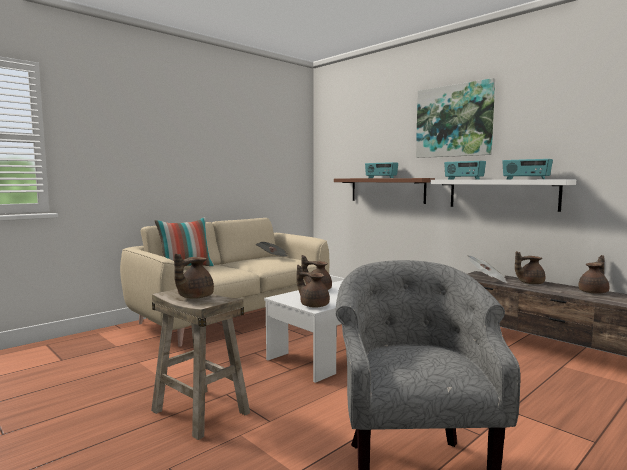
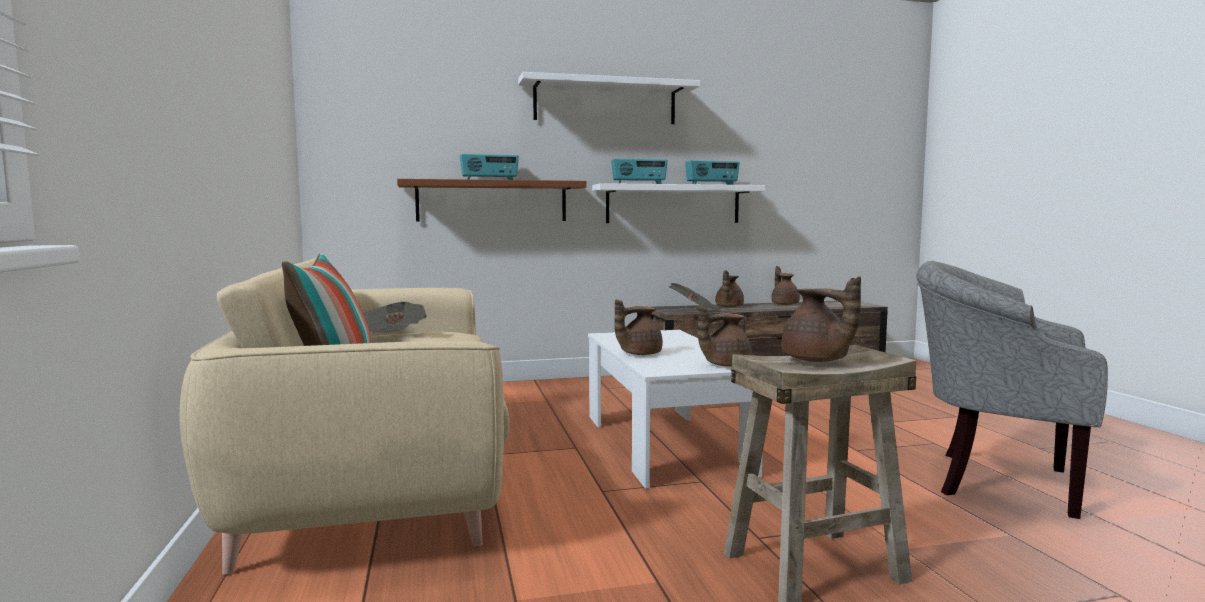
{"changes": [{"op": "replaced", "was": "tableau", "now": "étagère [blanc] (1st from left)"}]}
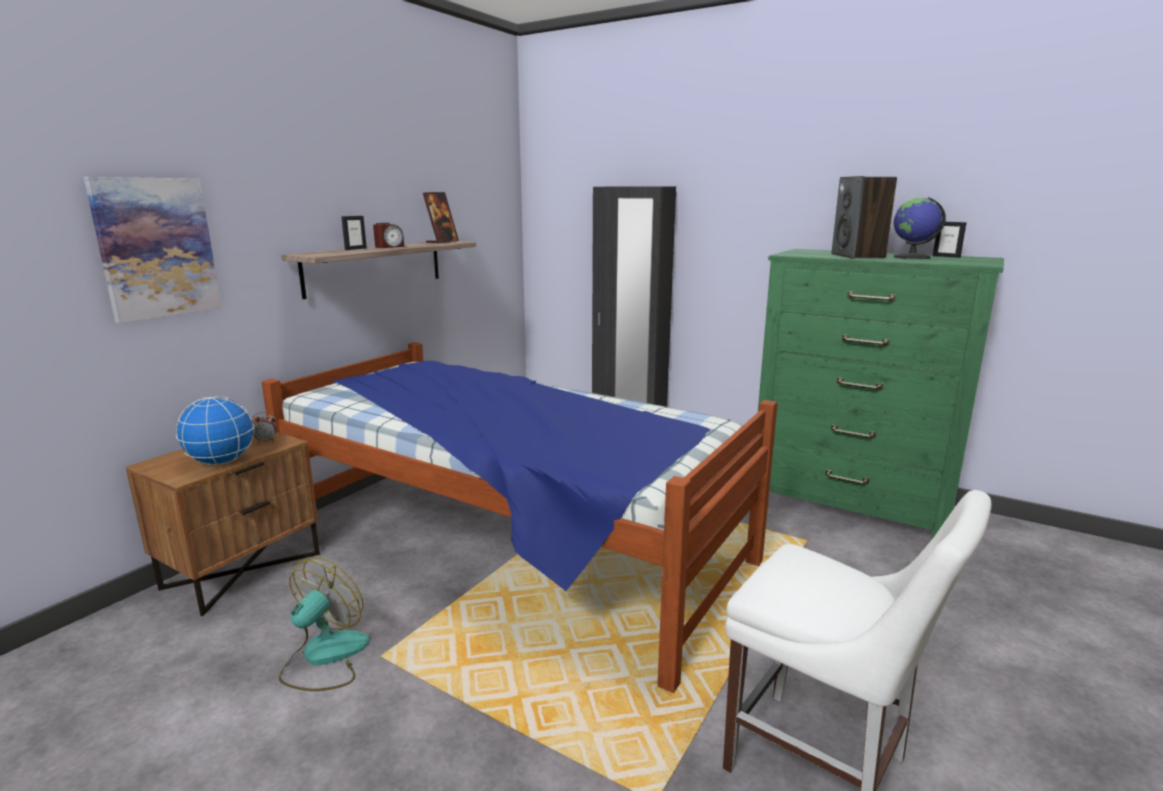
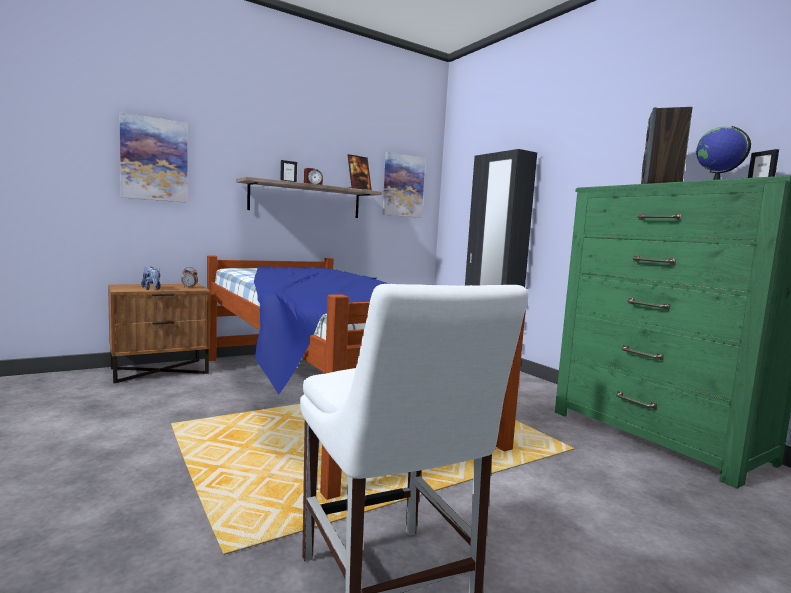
{"changes": [{"op": "replaced", "was": "globe (1st from left)", "now": "peluche"}, {"op": "added", "now": "tableau (2nd from left)"}, {"op": "removed", "was": "ventilateur"}]}
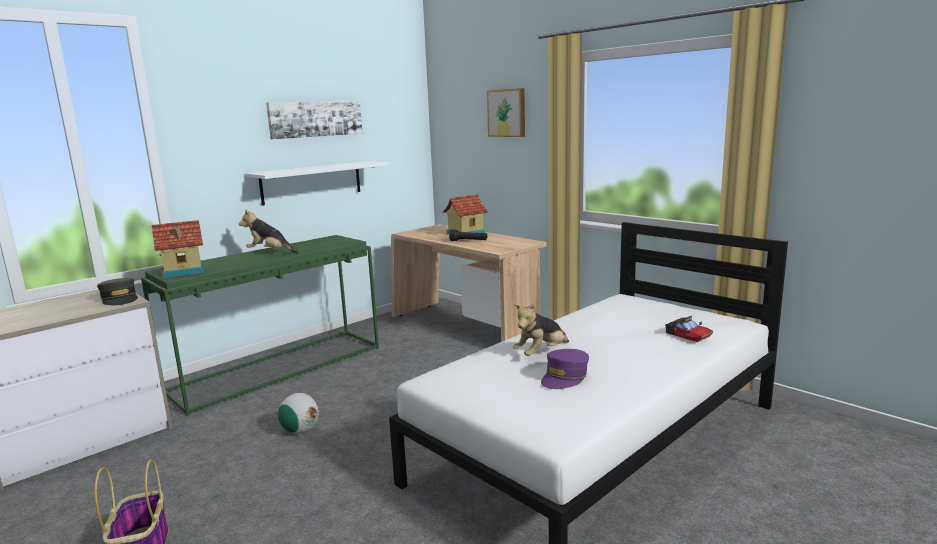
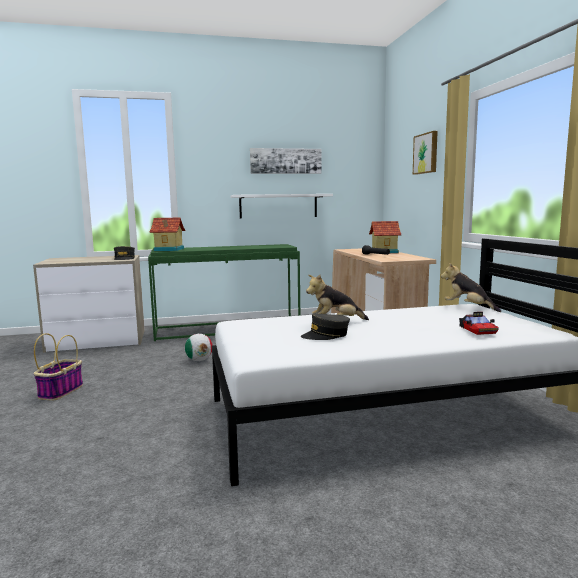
{"changes": [{"op": "recoloured", "was": "casquette [violet]", "now": "casquette [gris] (2nd from left)"}, {"op": "moved", "was": "peluche (1st from left in the first image)", "now": "peluche (2nd from left)"}]}
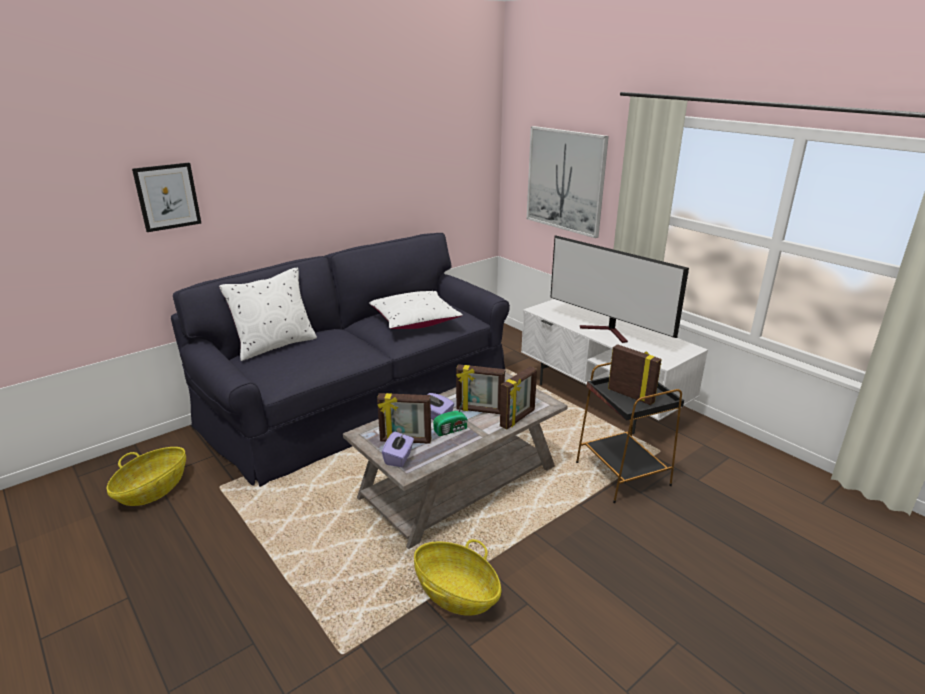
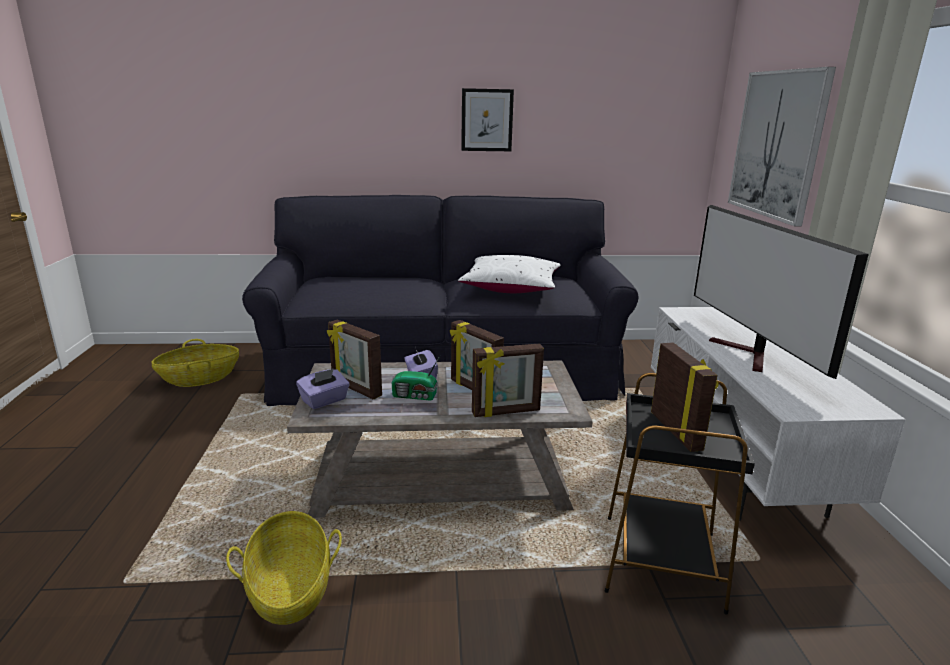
{"changes": [{"op": "moved", "was": "tableau (1st from left)"}, {"op": "removed", "was": "coussin [blanc] (1st from left)"}]}
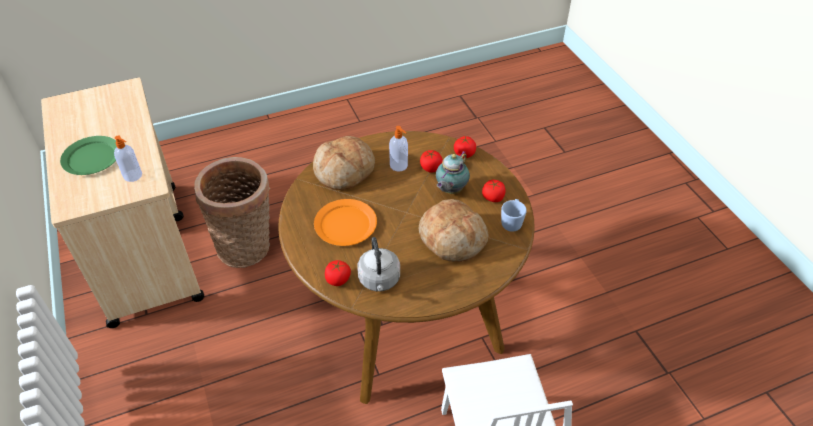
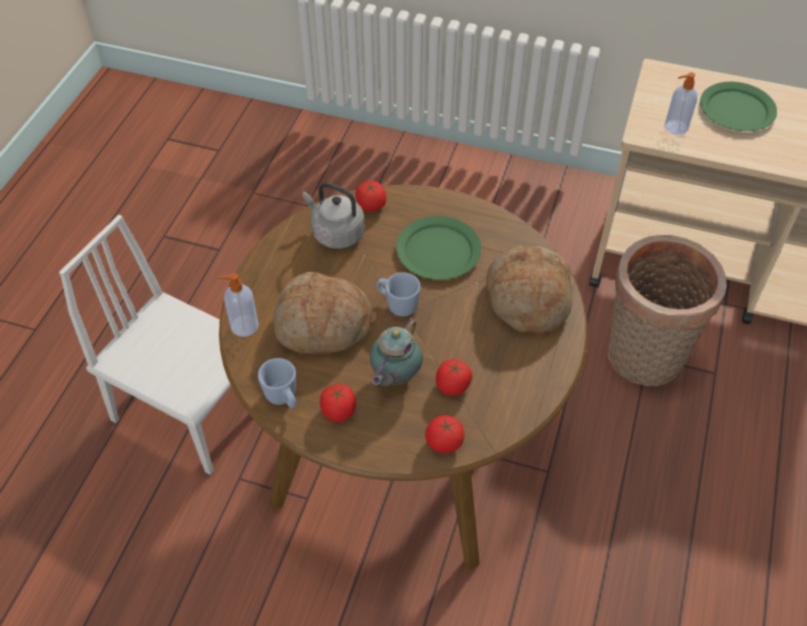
{"changes": [{"op": "moved", "was": "distributeur de savon (2nd from left in the first image)", "now": "distributeur de savon (1st from left)"}, {"op": "turned", "was": "théière", "clockwise": -135}, {"op": "added", "now": "mug [bleu] (2nd from left)"}, {"op": "recoloured", "was": "assiette [orange]", "now": "assiette [vert] (1st from left)"}]}
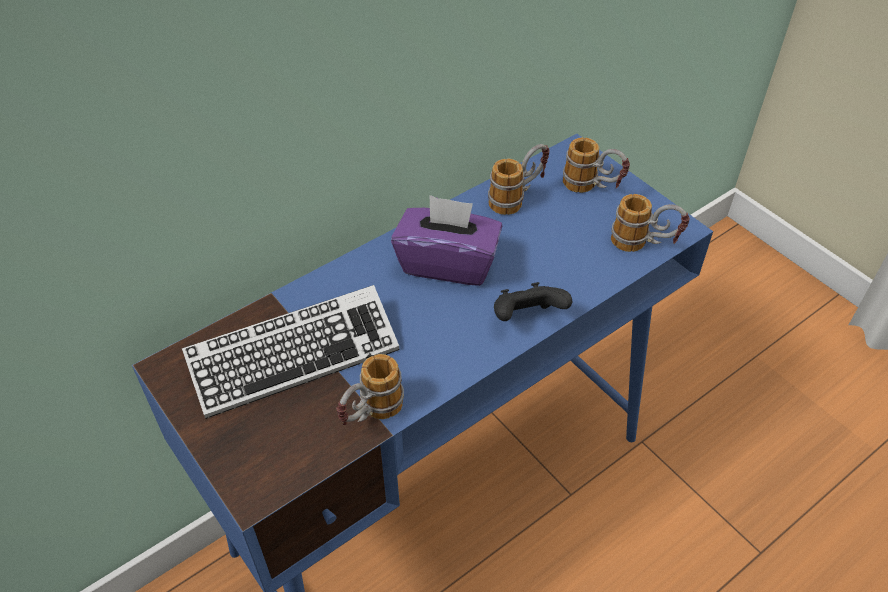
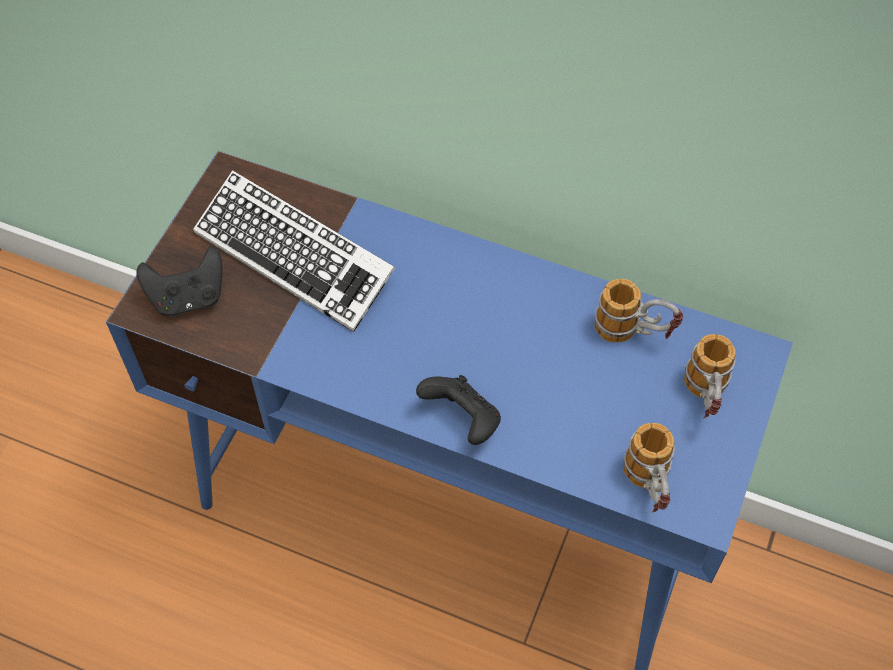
{"changes": [{"op": "added", "now": "manette [noir] (1st from left)"}, {"op": "removed", "was": "mug (1st from left)"}, {"op": "removed", "was": "boîte à mouchoirs [violet]"}]}
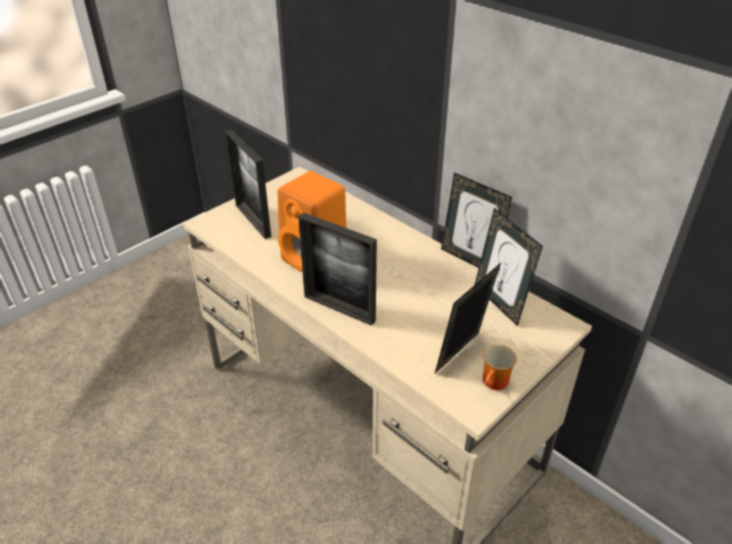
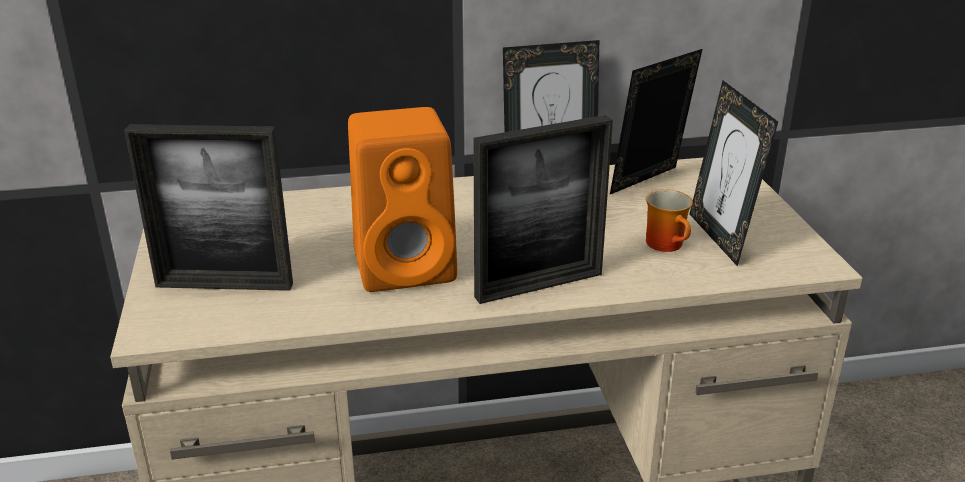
{"changes": [{"op": "turned", "was": "cadre photo (5th from left in the first image)", "clockwise": 135}, {"op": "moved", "was": "mug"}]}
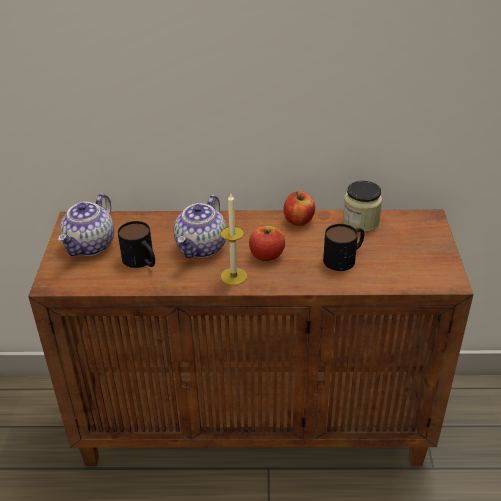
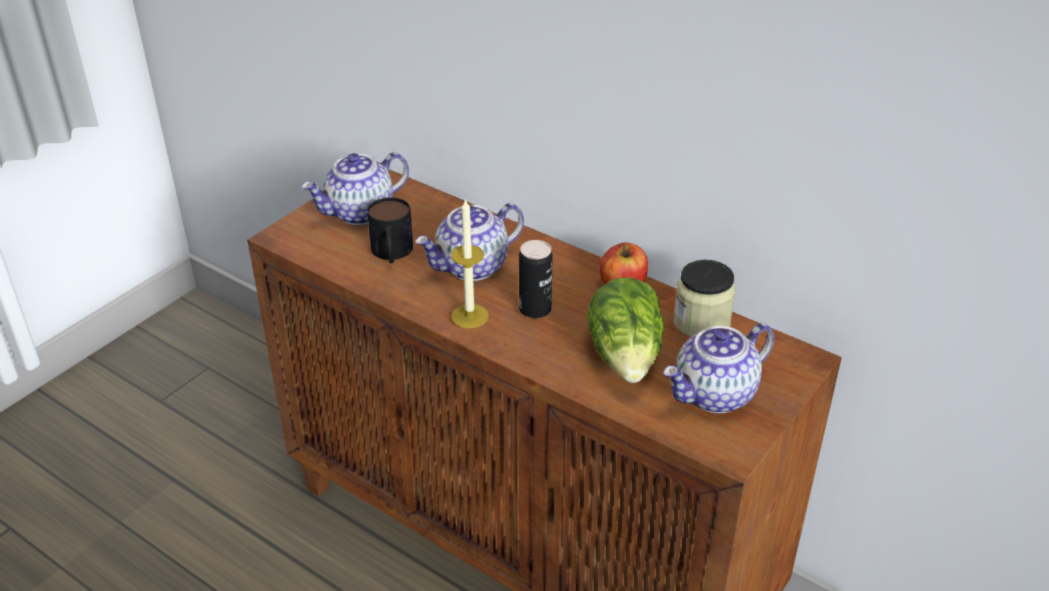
{"changes": [{"op": "replaced", "was": "pomme (1st from left)", "now": "boîte métallique"}, {"op": "replaced", "was": "mug (2nd from left)", "now": "laitue"}, {"op": "added", "now": "théière (3rd from left)"}]}
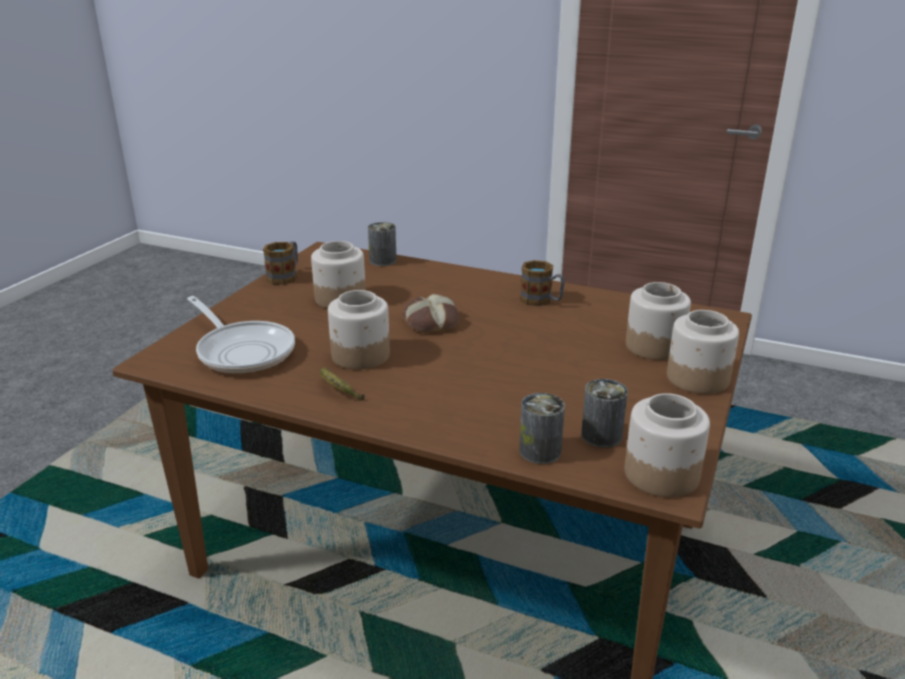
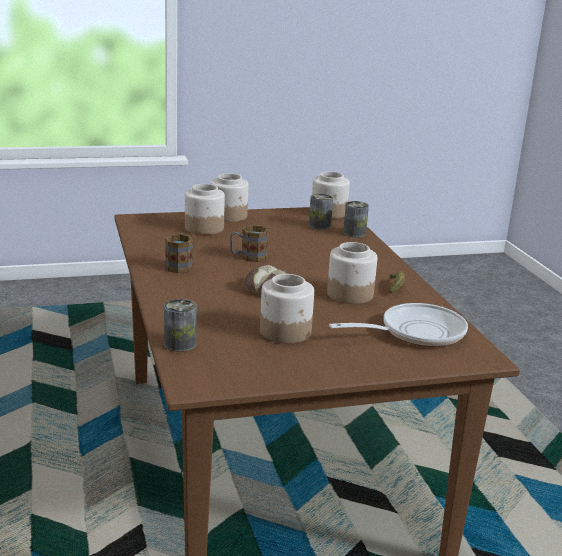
{"changes": [{"op": "moved", "was": "mug (1st from left in the first image)", "now": "mug (2nd from left)"}, {"op": "turned", "was": "poêle", "clockwise": 60}]}
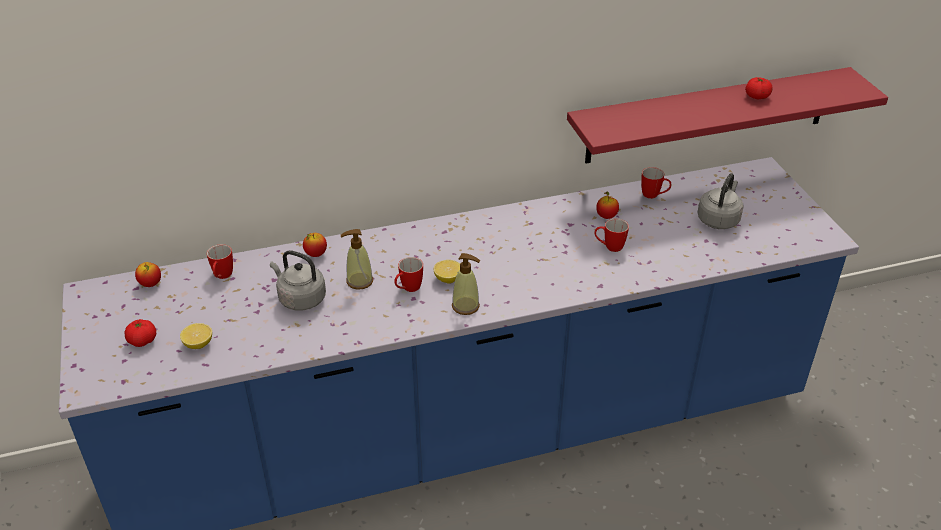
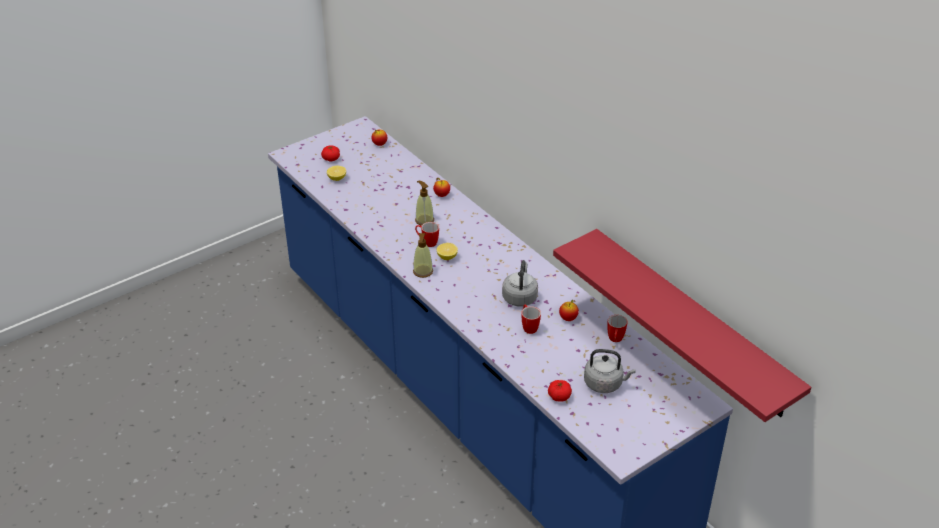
{"changes": [{"op": "moved", "was": "bouilloire [gris] (1st from left)"}, {"op": "moved", "was": "tomate (2nd from left)"}, {"op": "removed", "was": "mug (1st from left)"}]}
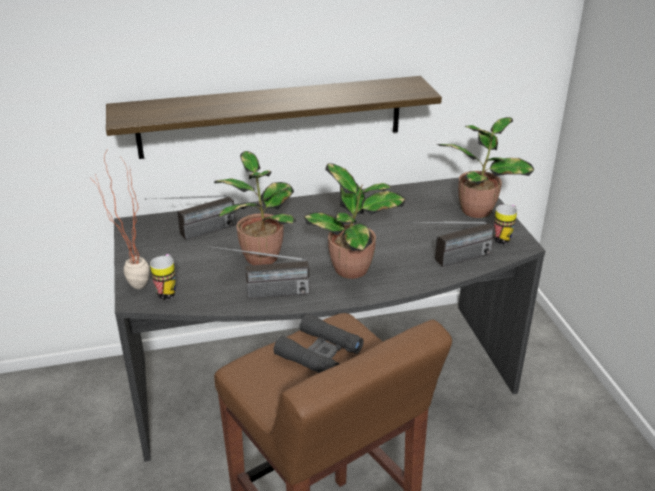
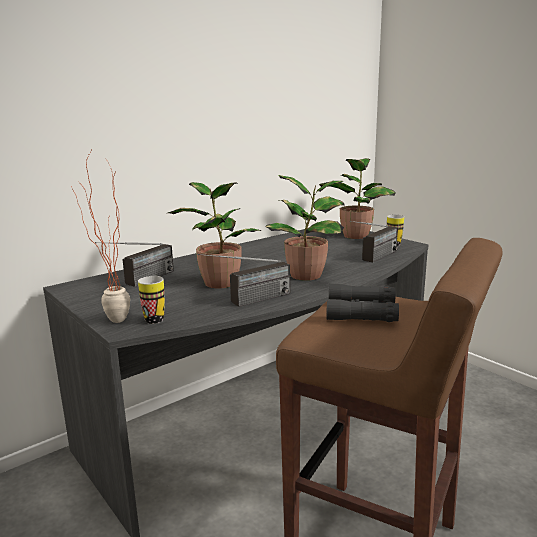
{"changes": [{"op": "removed", "was": "étagère"}]}
